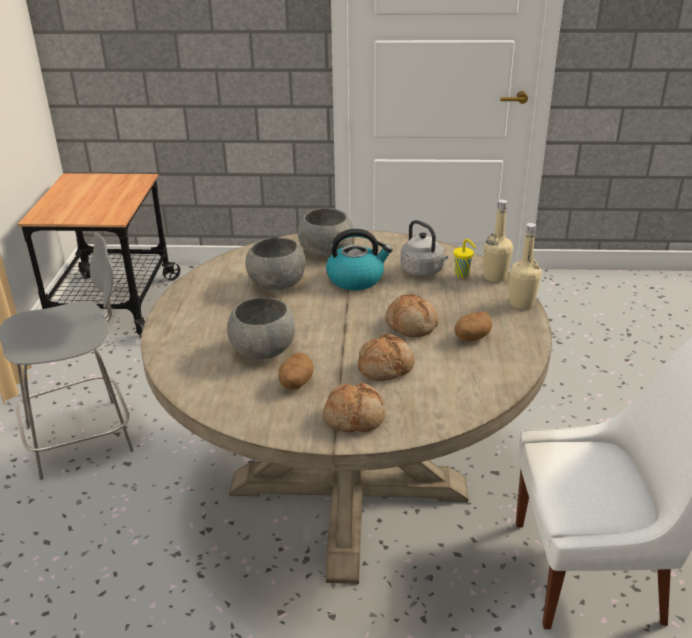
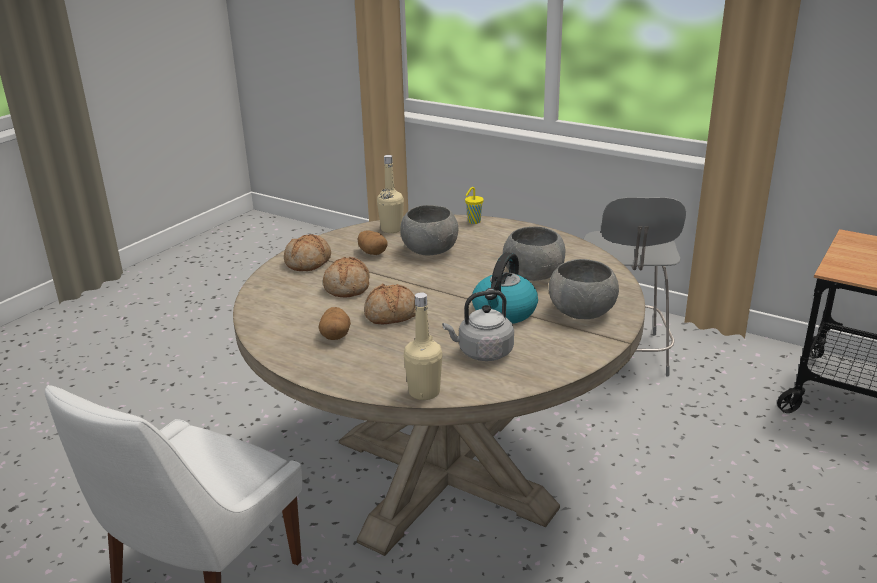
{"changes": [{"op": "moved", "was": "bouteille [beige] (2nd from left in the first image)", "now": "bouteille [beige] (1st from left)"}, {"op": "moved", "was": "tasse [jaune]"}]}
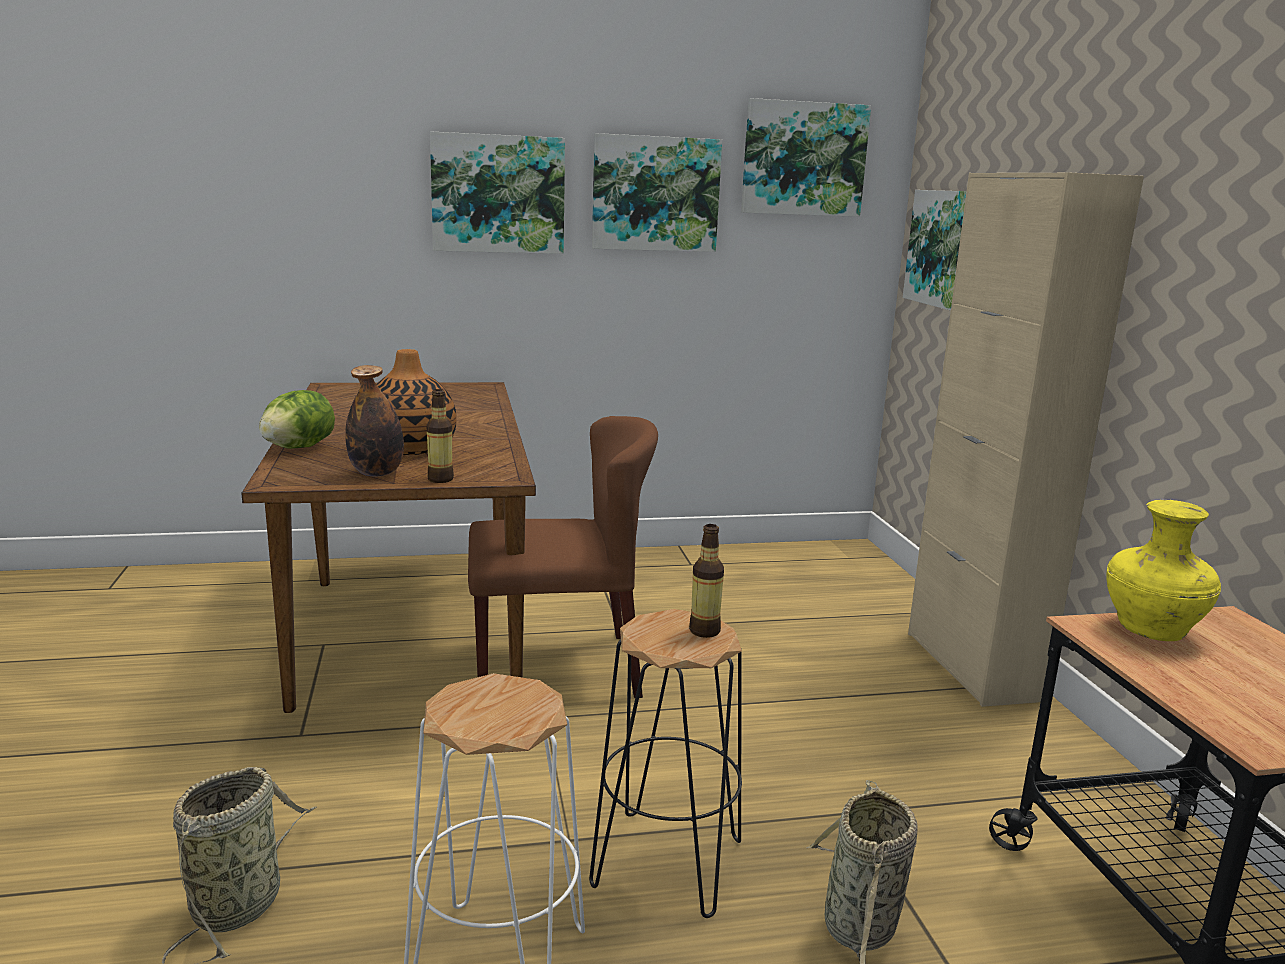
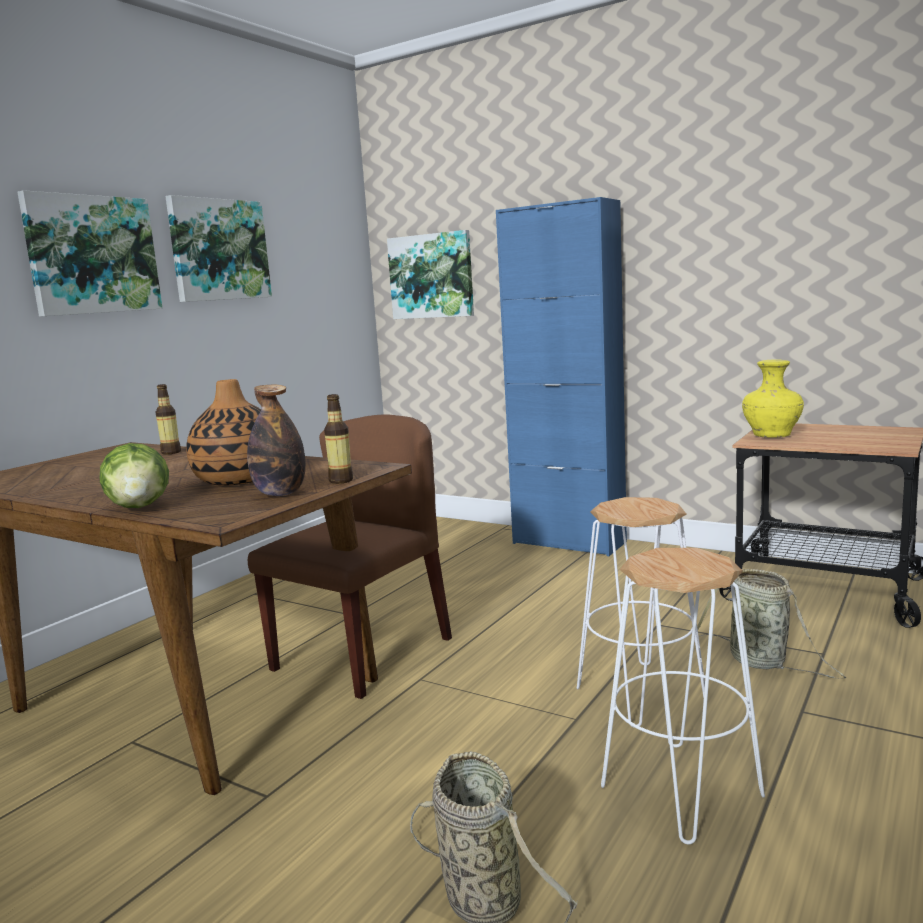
{"changes": [{"op": "moved", "was": "bouteille (3rd from left in the first image)", "now": "bouteille (1st from left)"}, {"op": "recoloured", "was": "meuble de rangement [beige]", "now": "meuble de rangement [bleu]"}, {"op": "recoloured", "was": "tabouret [noir]", "now": "tabouret [blanc] (1st from left)"}, {"op": "removed", "was": "tableau (3rd from left)"}]}
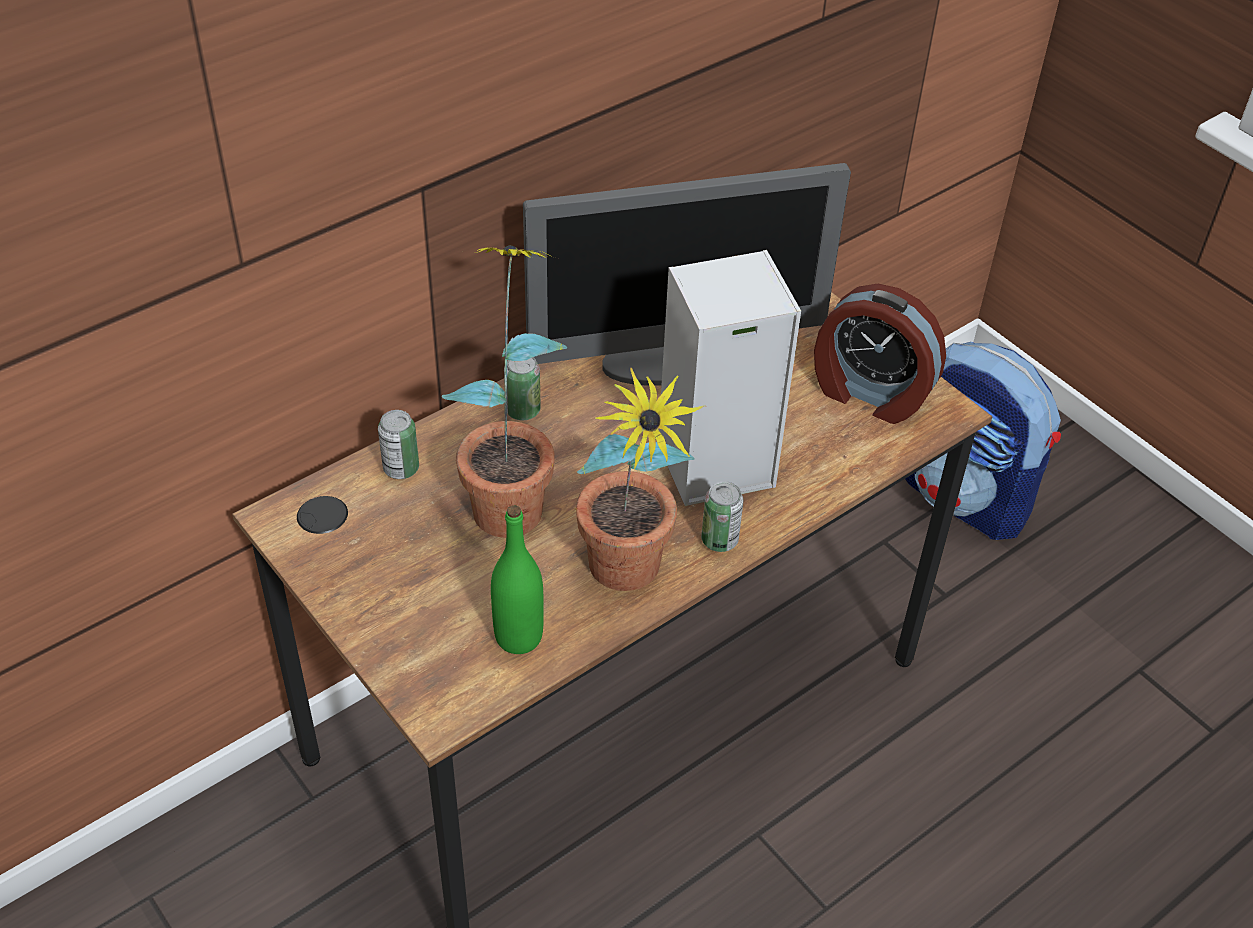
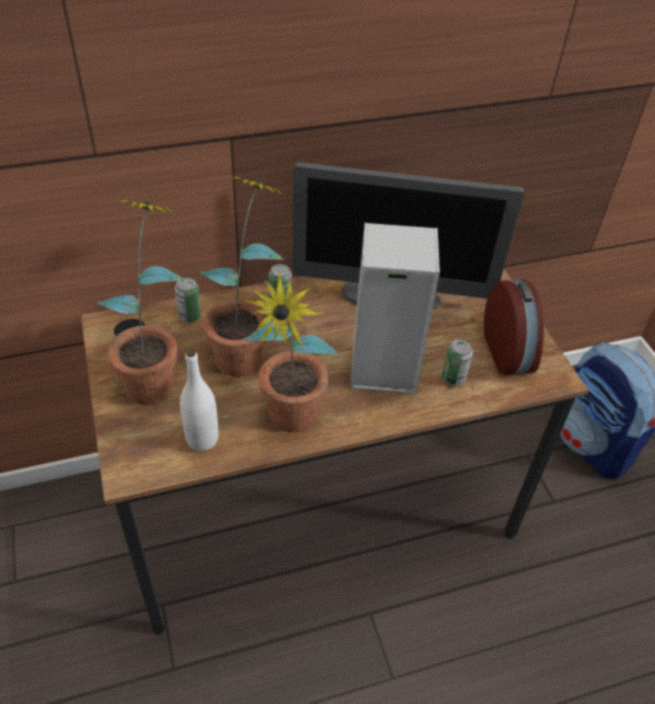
{"changes": [{"op": "added", "now": "plante en pot (1st from left)"}, {"op": "recoloured", "was": "bouteille [vert]", "now": "bouteille [blanc]"}, {"op": "moved", "was": "boîte métallique (3rd from left)"}, {"op": "turned", "was": "réveil", "clockwise": -150}]}
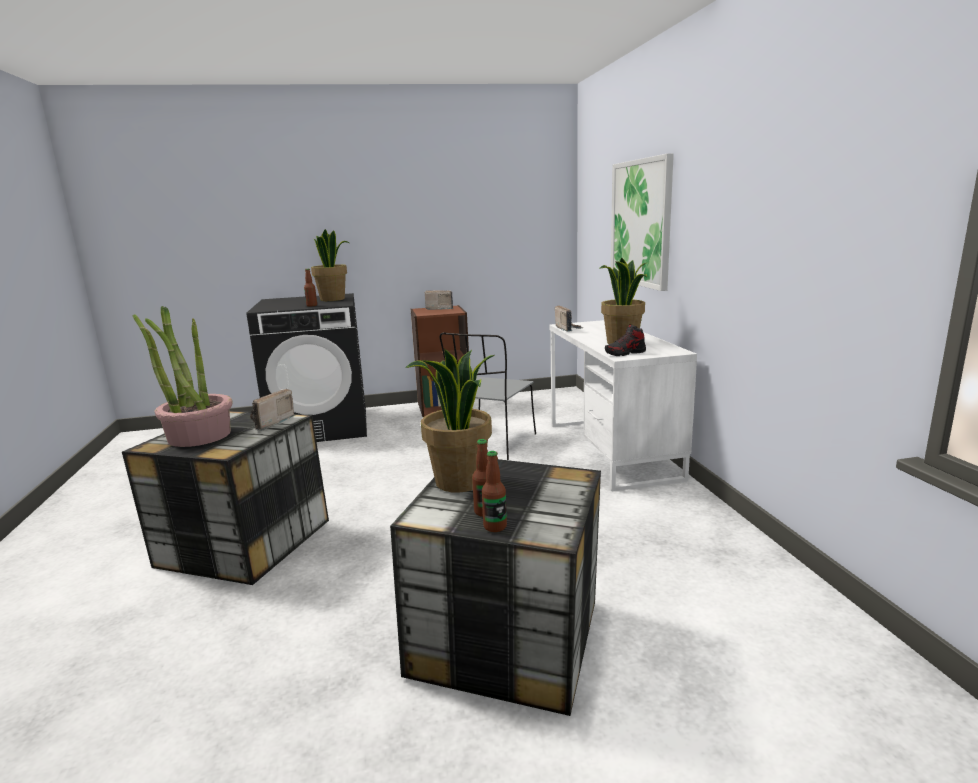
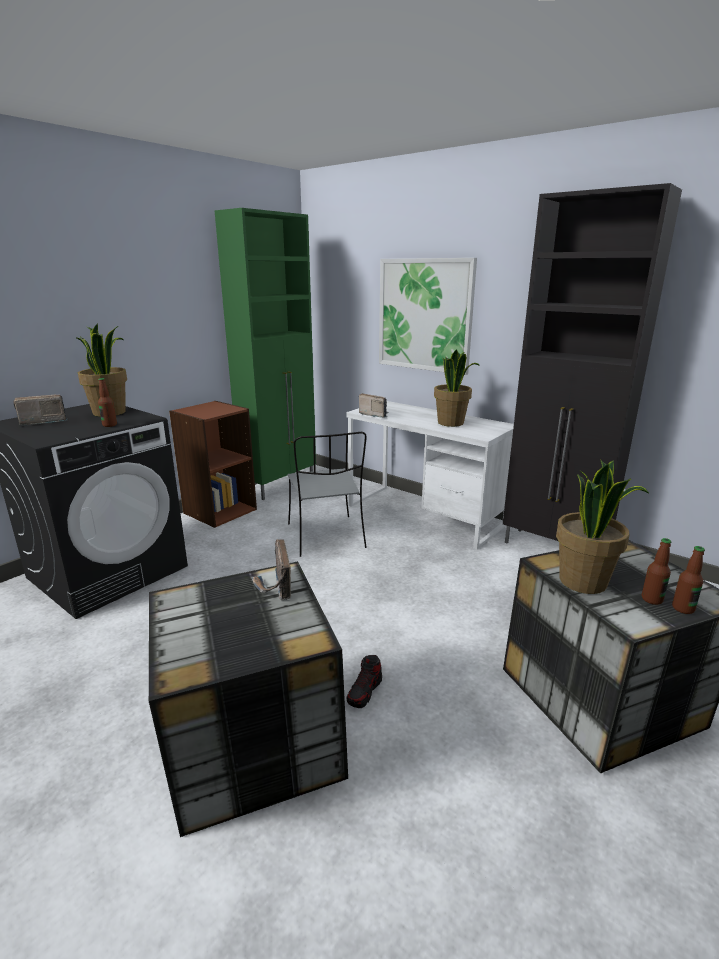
{"changes": [{"op": "moved", "was": "radio (2nd from left in the first image)", "now": "radio (1st from left)"}, {"op": "added", "now": "meuble de rangement [vert]"}, {"op": "moved", "was": "chaussure"}, {"op": "added", "now": "meuble de rangement [noir]"}, {"op": "removed", "was": "plante en pot (1st from left)"}]}
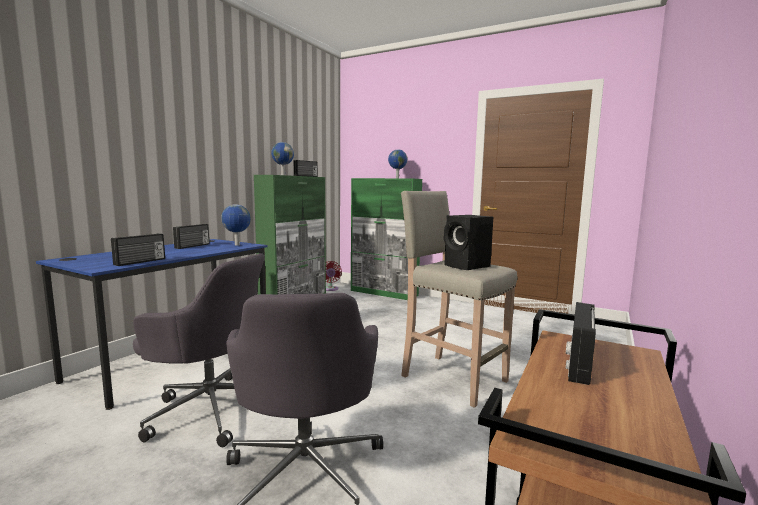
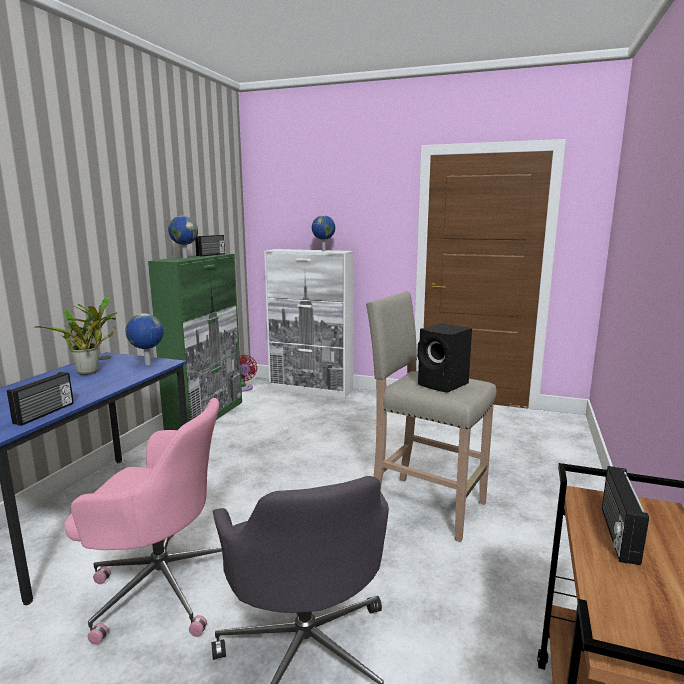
{"changes": [{"op": "replaced", "was": "radio (2nd from left)", "now": "plante en pot"}, {"op": "recoloured", "was": "chaise de bureau [gris] (1st from left)", "now": "chaise de bureau [rose]"}, {"op": "recoloured", "was": "meuble de rangement [vert] (2nd from left)", "now": "meuble de rangement [blanc]"}]}
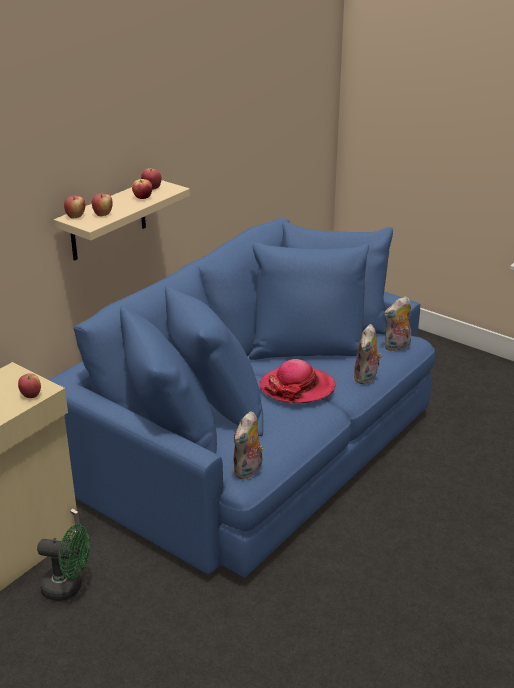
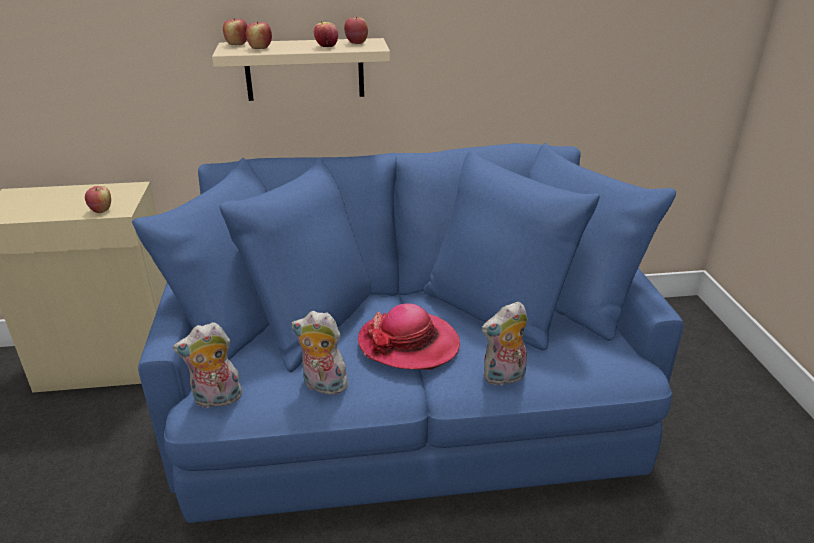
{"changes": [{"op": "moved", "was": "peluche (3rd from left in the first image)", "now": "peluche (2nd from left)"}, {"op": "removed", "was": "ventilateur [vert]"}]}
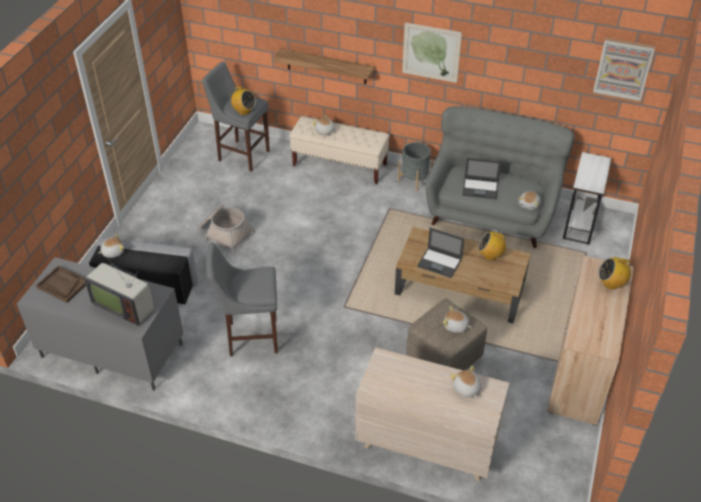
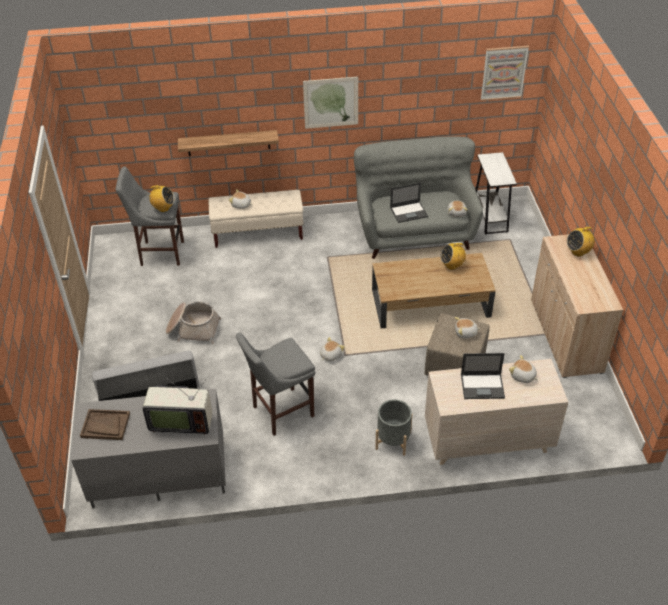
{"changes": [{"op": "moved", "was": "peluche (1st from left in the first image)", "now": "peluche (2nd from left)"}, {"op": "moved", "was": "cache-pot [gris]"}, {"op": "moved", "was": "ordinateur portable (1st from left in the first image)", "now": "ordinateur portable (2nd from left)"}]}
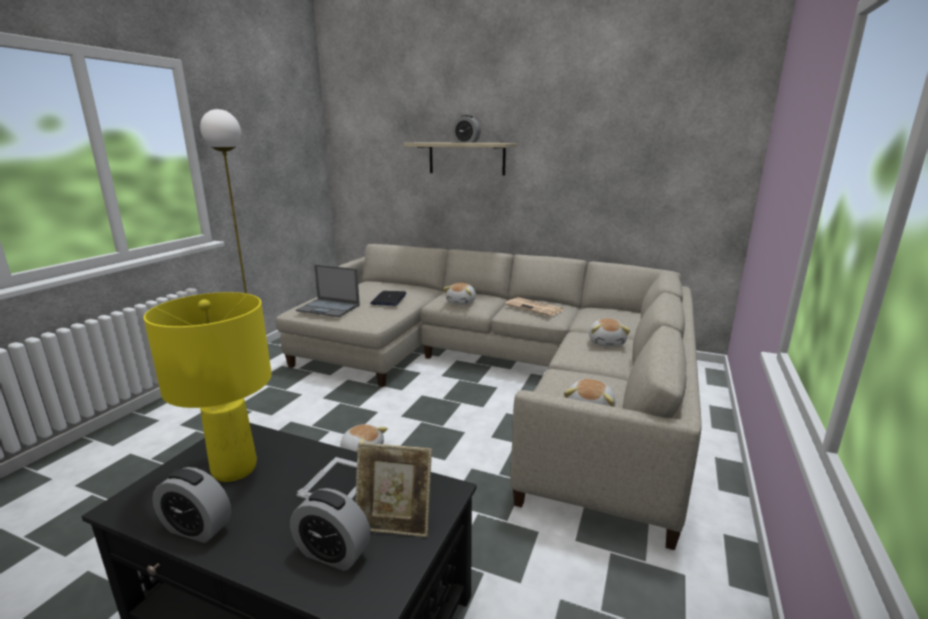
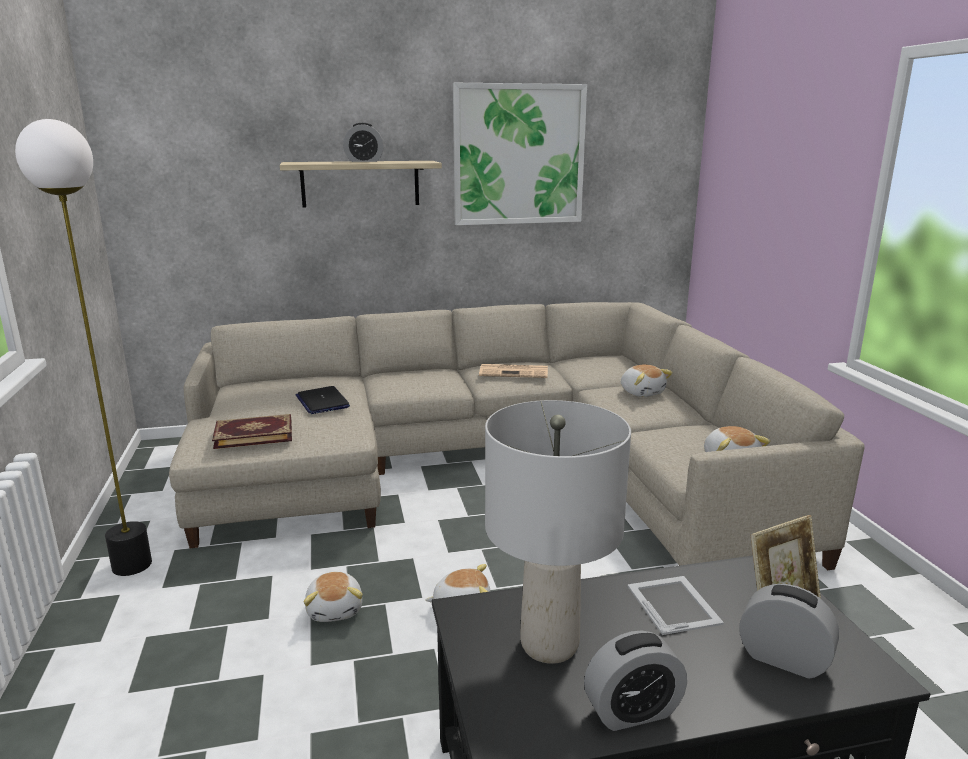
{"changes": [{"op": "replaced", "was": "ordinateur portable (1st from left)", "now": "livre"}, {"op": "moved", "was": "peluche (2nd from left in the first image)", "now": "peluche (1st from left)"}, {"op": "added", "now": "tableau"}, {"op": "recoloured", "was": "lampe de table [jaune]", "now": "lampe de table [gris]"}, {"op": "turned", "was": "réveil (2nd from left in the first image)", "clockwise": -135}]}
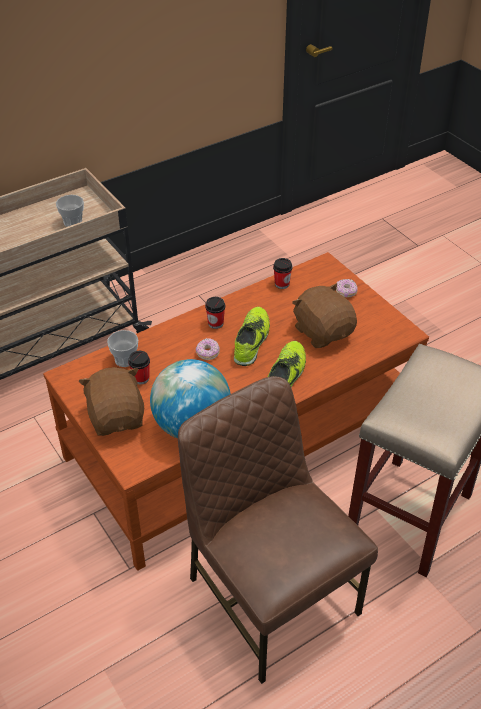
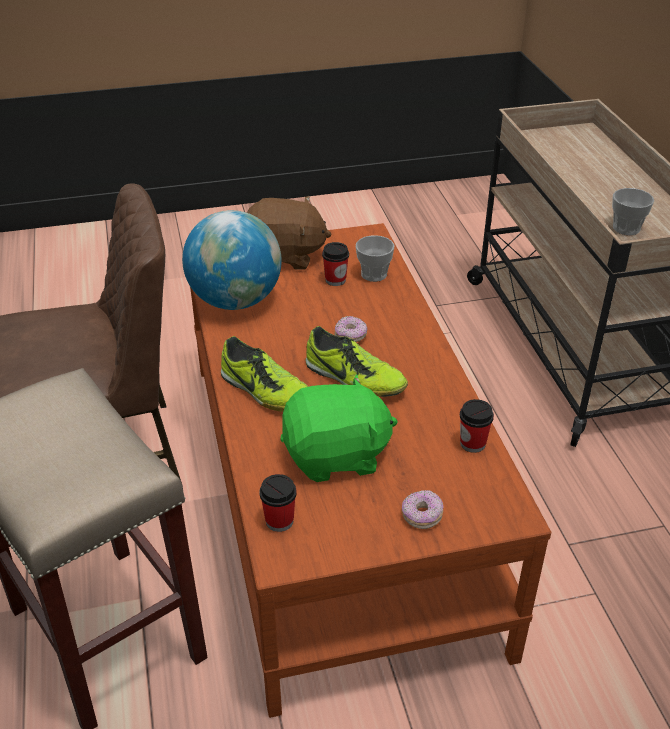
{"changes": [{"op": "moved", "was": "tasse (4th from left in the first image)", "now": "tasse (1st from left)"}, {"op": "recoloured", "was": "peluche [marron] (2nd from left)", "now": "peluche [vert]"}]}
